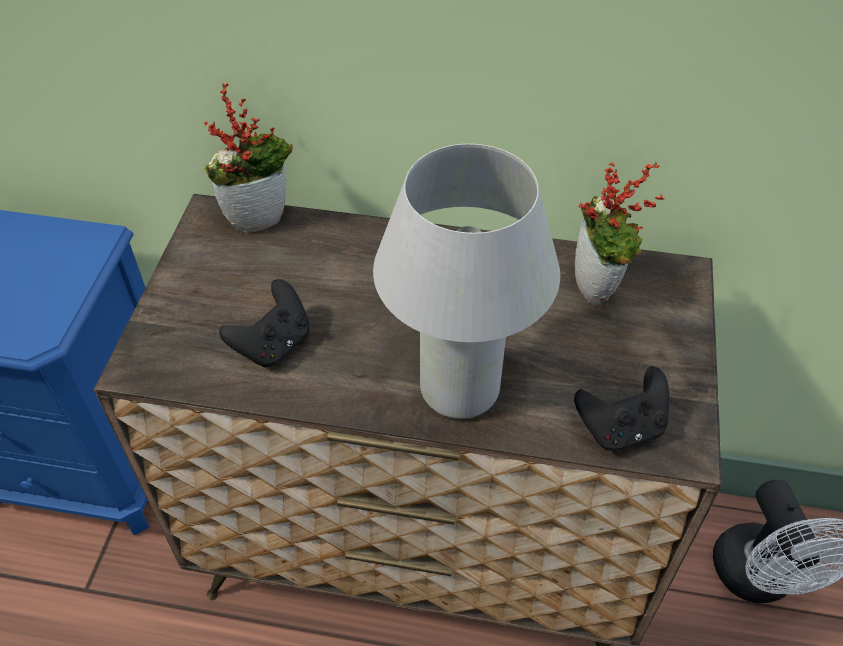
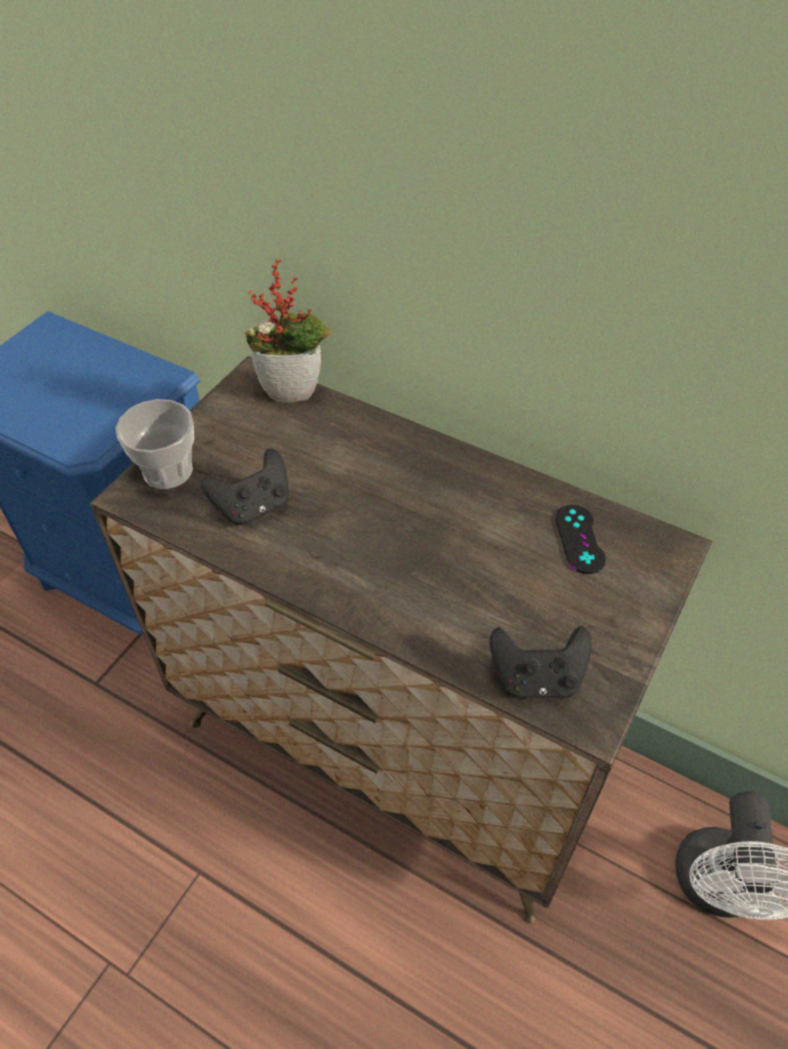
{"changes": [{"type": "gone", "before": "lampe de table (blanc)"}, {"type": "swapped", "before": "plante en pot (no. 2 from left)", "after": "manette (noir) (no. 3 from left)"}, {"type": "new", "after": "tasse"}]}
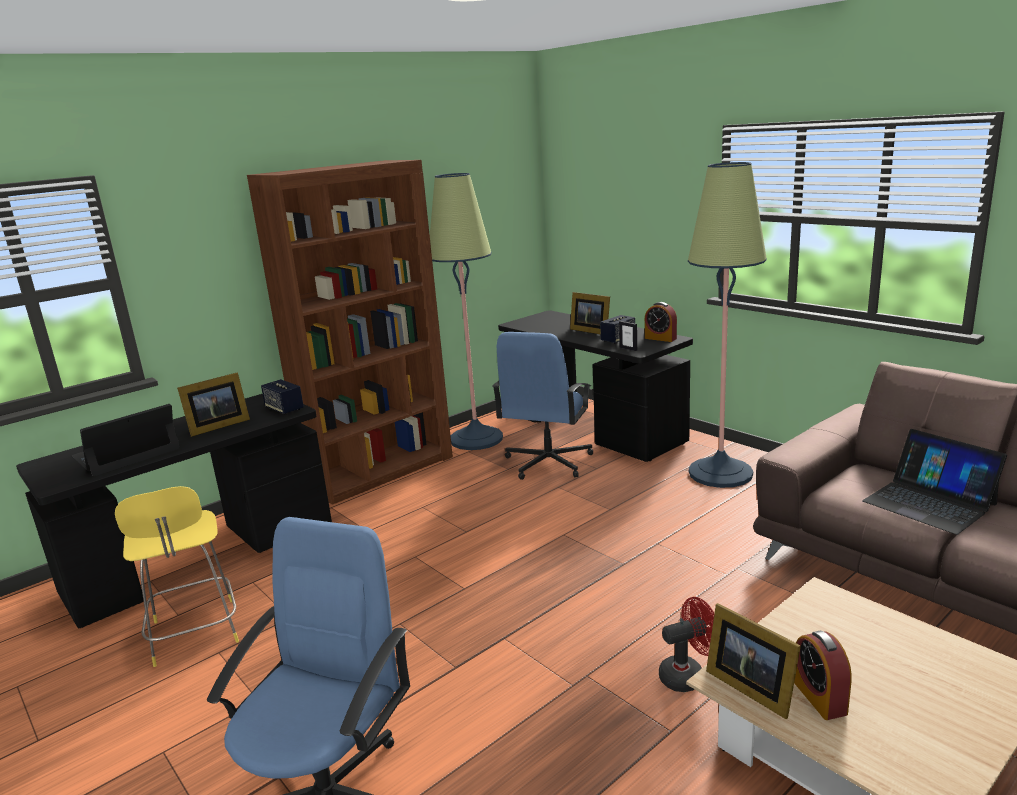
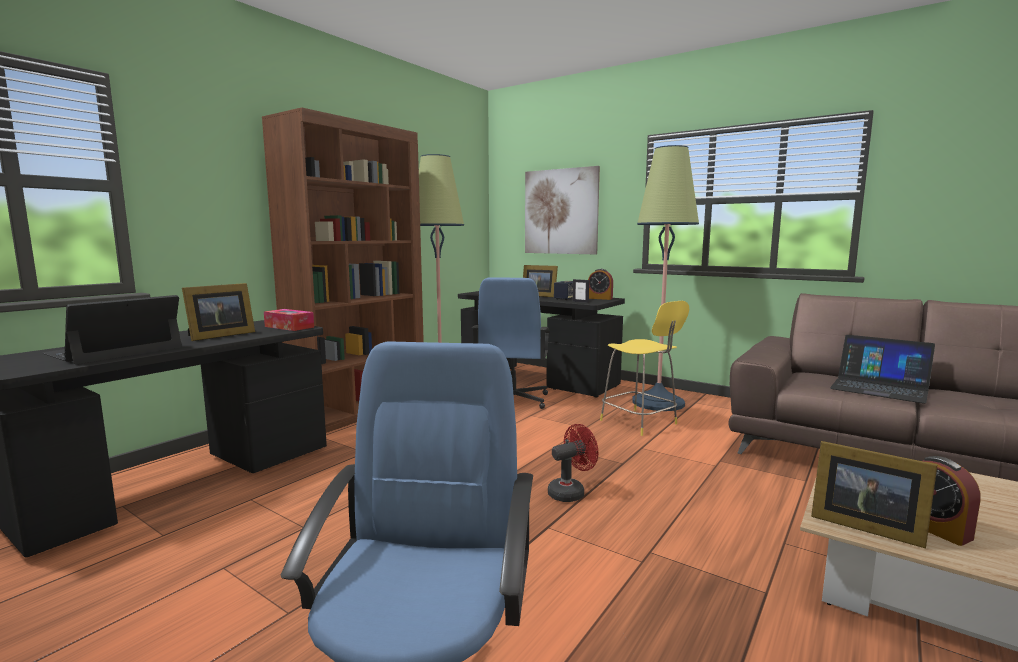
{"changes": [{"type": "swapped", "before": "enceinte (no. 1 from left)", "after": "boîte à mouchoirs"}, {"type": "shifted", "before": "tabouret (jaune)"}, {"type": "shifted", "before": "ventilateur (rouge)"}, {"type": "new", "after": "tableau"}]}
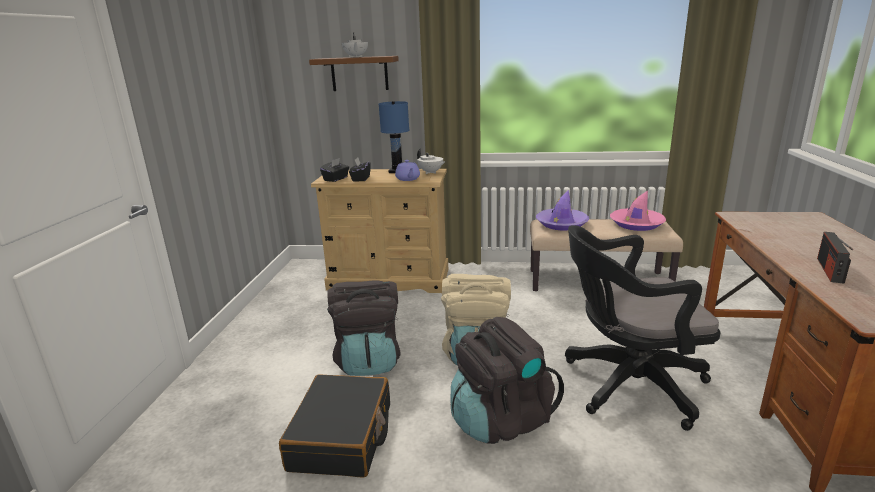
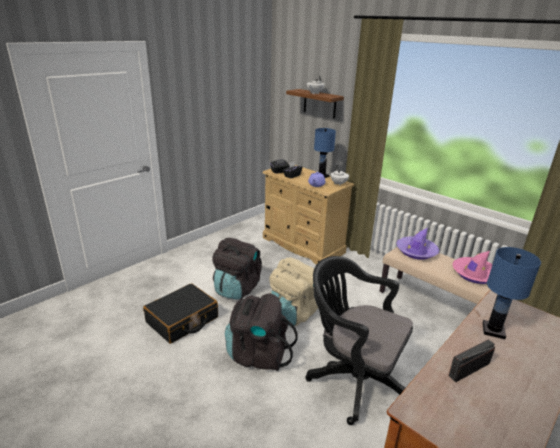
{"changes": [{"type": "new", "after": "lampe de table (bleu) (no. 2 from left)"}]}
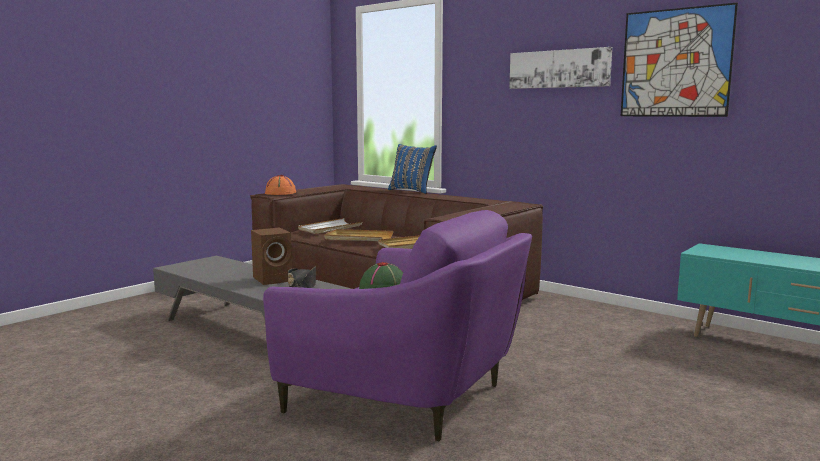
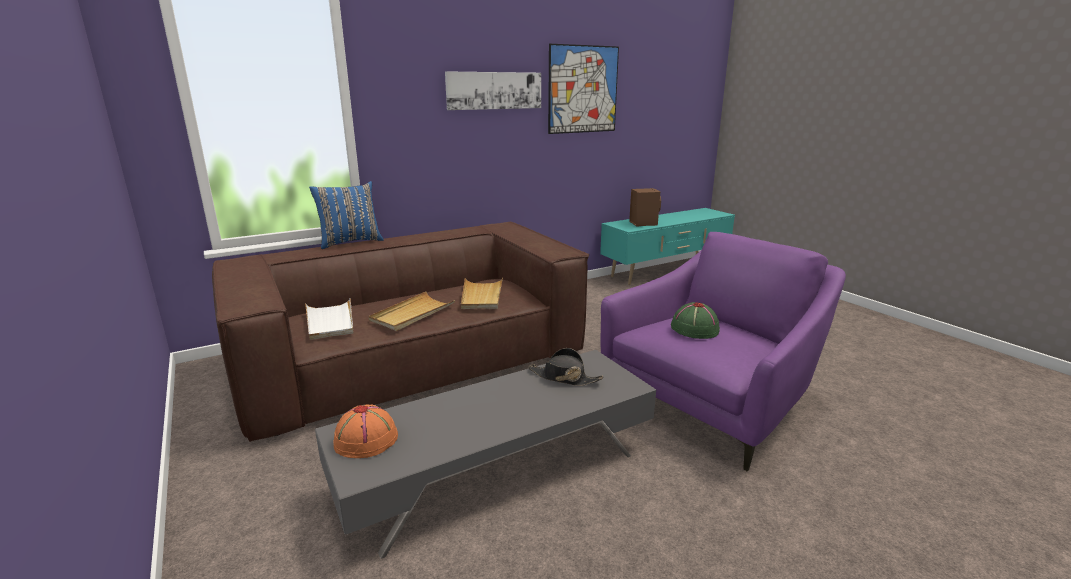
{"changes": [{"type": "shifted", "before": "chapeau (orange)"}, {"type": "shifted", "before": "enceinte (marron)"}]}
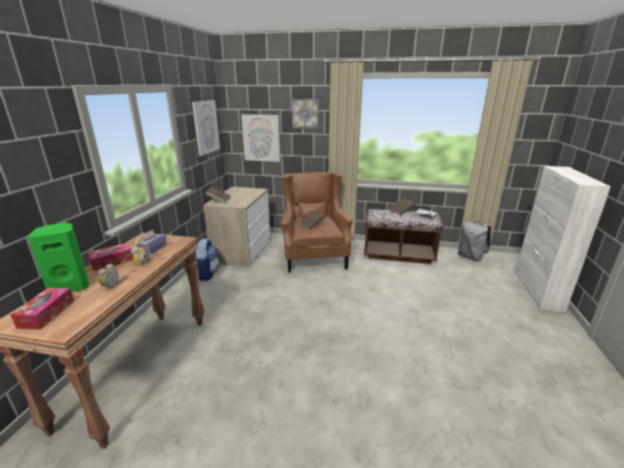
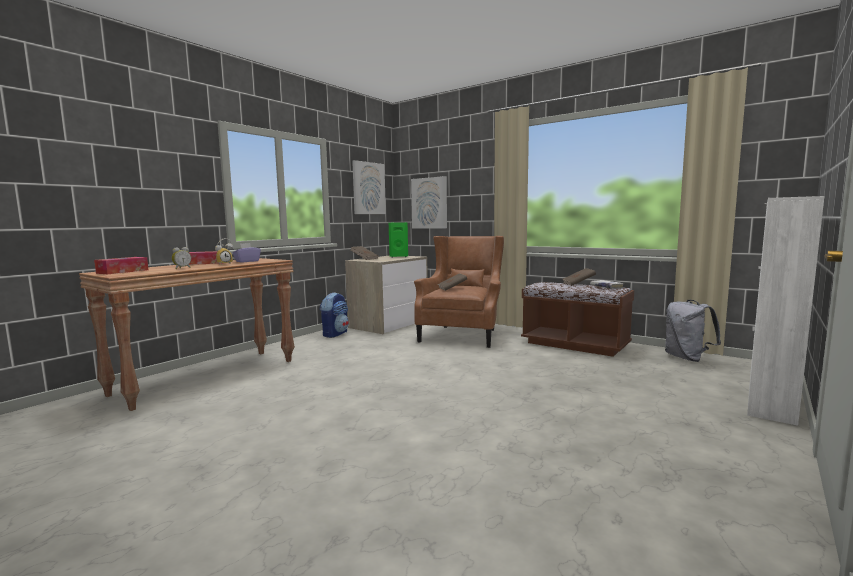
{"changes": [{"type": "gone", "before": "tableau (no. 3 from left)"}, {"type": "shifted", "before": "enceinte (vert)"}]}
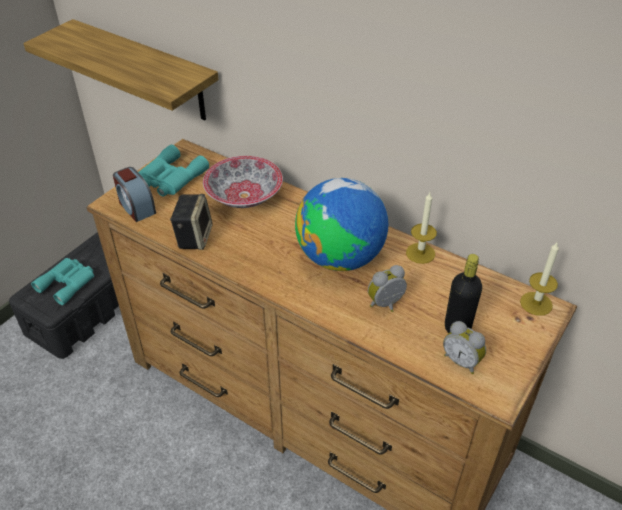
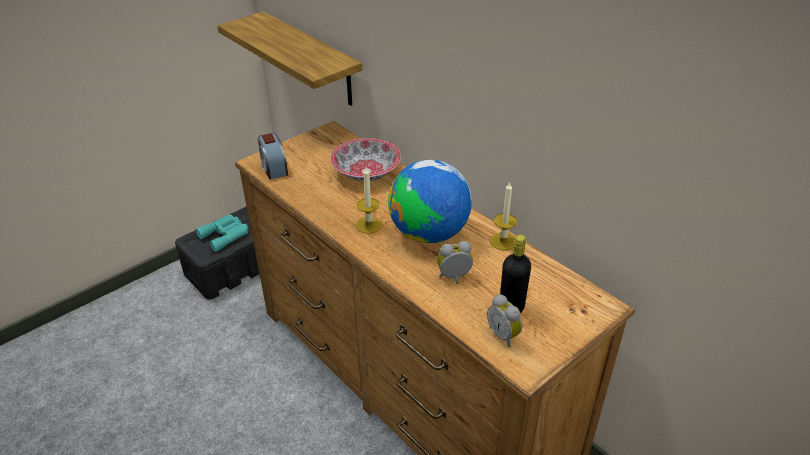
{"changes": [{"type": "gone", "before": "jumelles (turquoise) (no. 2 from left)"}, {"type": "gone", "before": "enceinte"}, {"type": "shifted", "before": "bougie (no. 2 from left in the first image)", "after": "bougie (no. 1 from left)"}]}
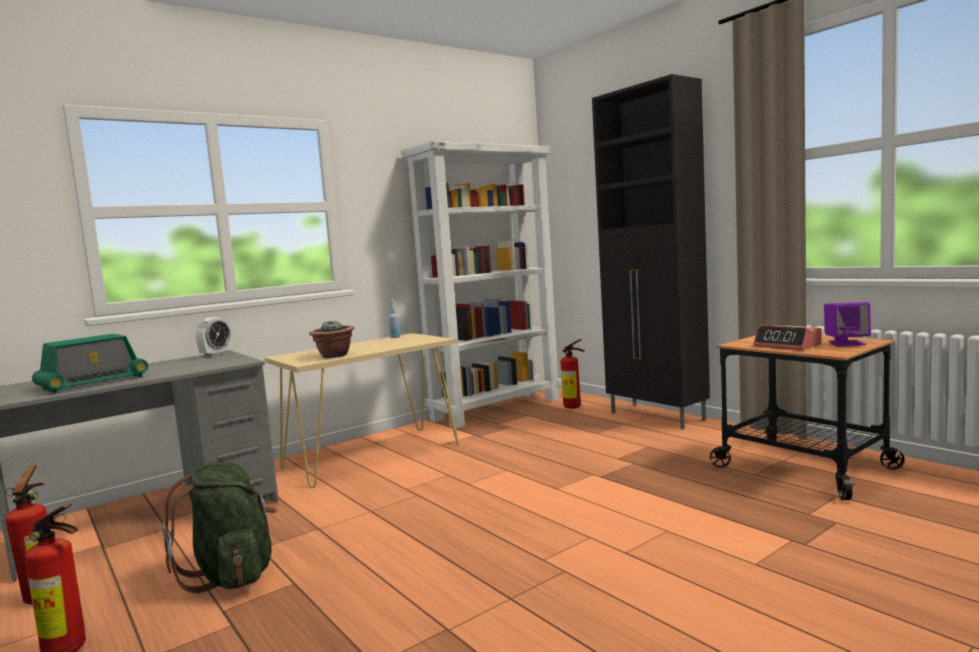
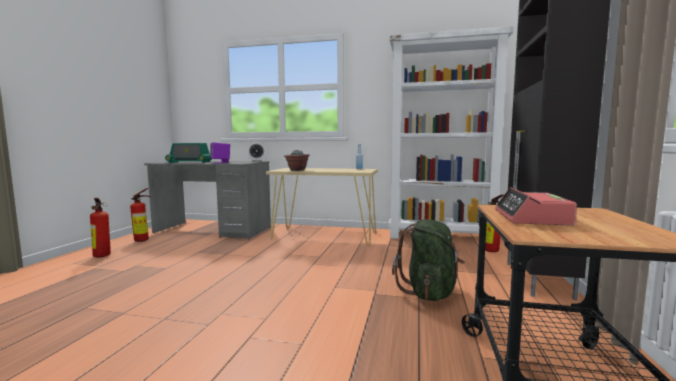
{"changes": [{"type": "shifted", "before": "enceinte (violet)"}, {"type": "shifted", "before": "sac à dos (vert)"}]}
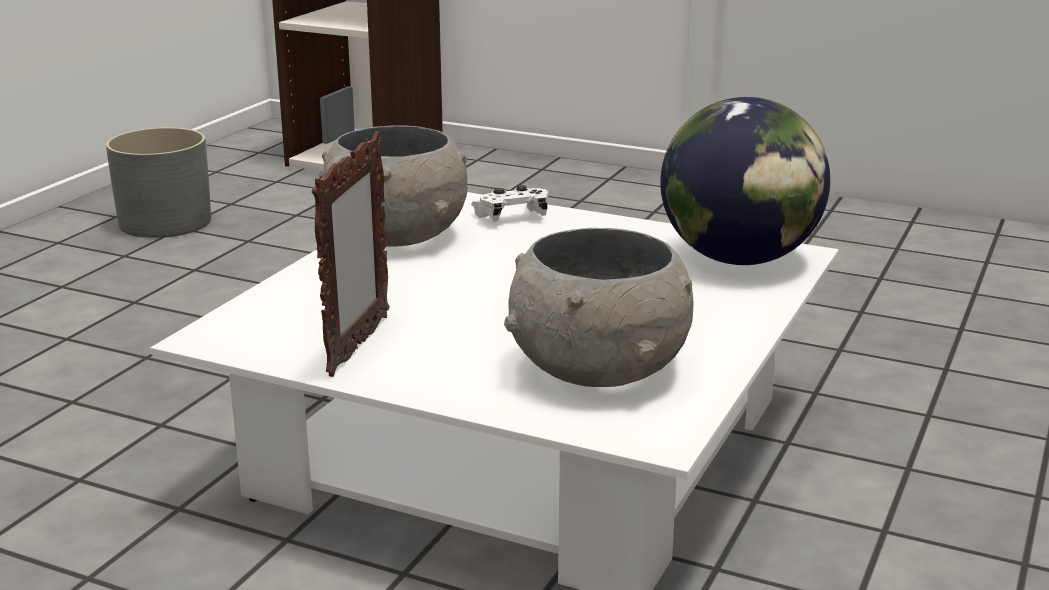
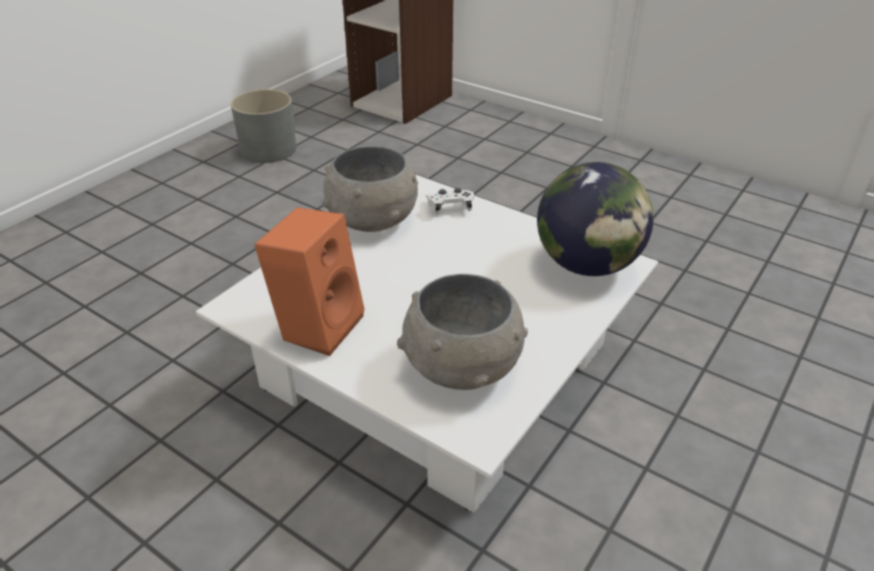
{"changes": [{"type": "swapped", "before": "cadre photo", "after": "enceinte (orange)"}]}
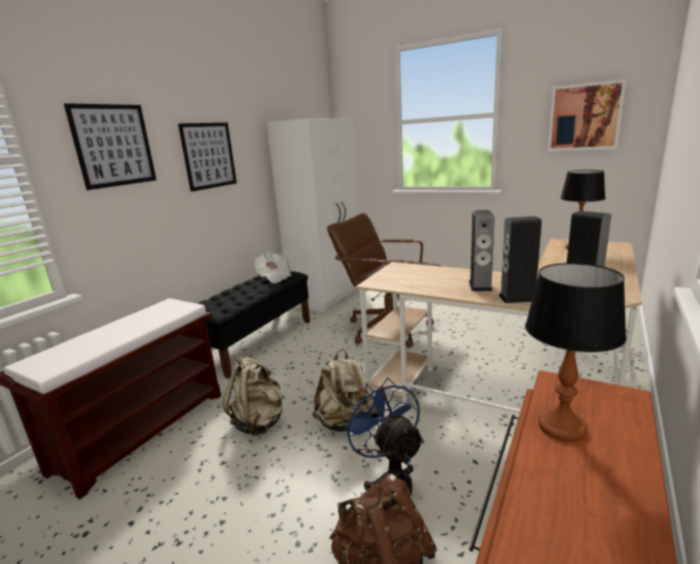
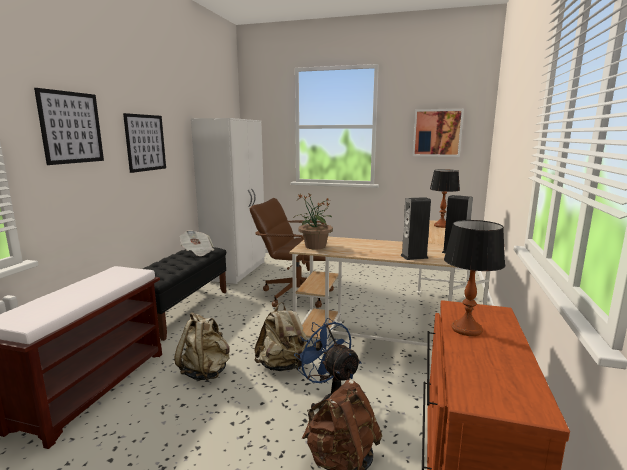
{"changes": [{"type": "gone", "before": "enceinte (no. 1 from left)"}, {"type": "new", "after": "plante en pot"}]}
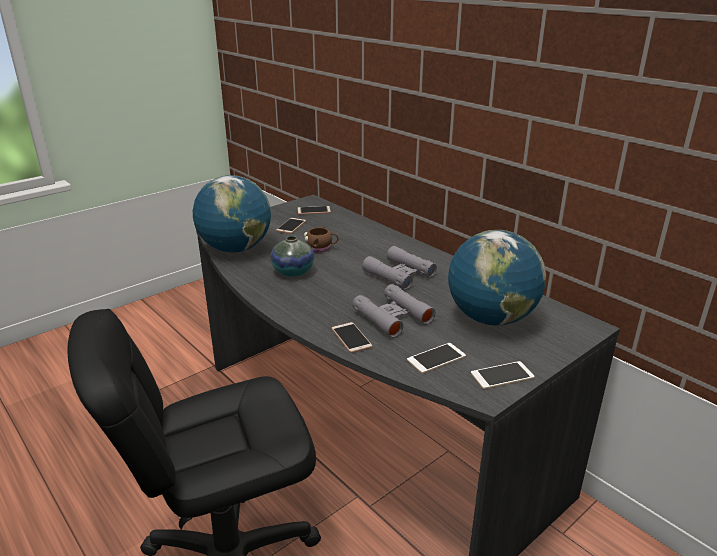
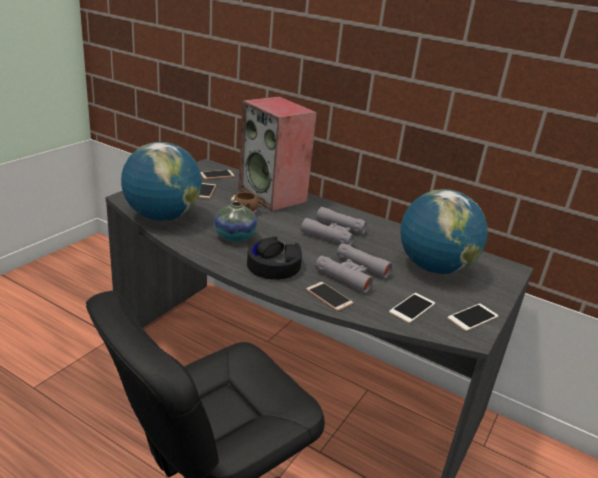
{"changes": [{"type": "new", "after": "enceinte"}, {"type": "new", "after": "casque audio (noir)"}]}
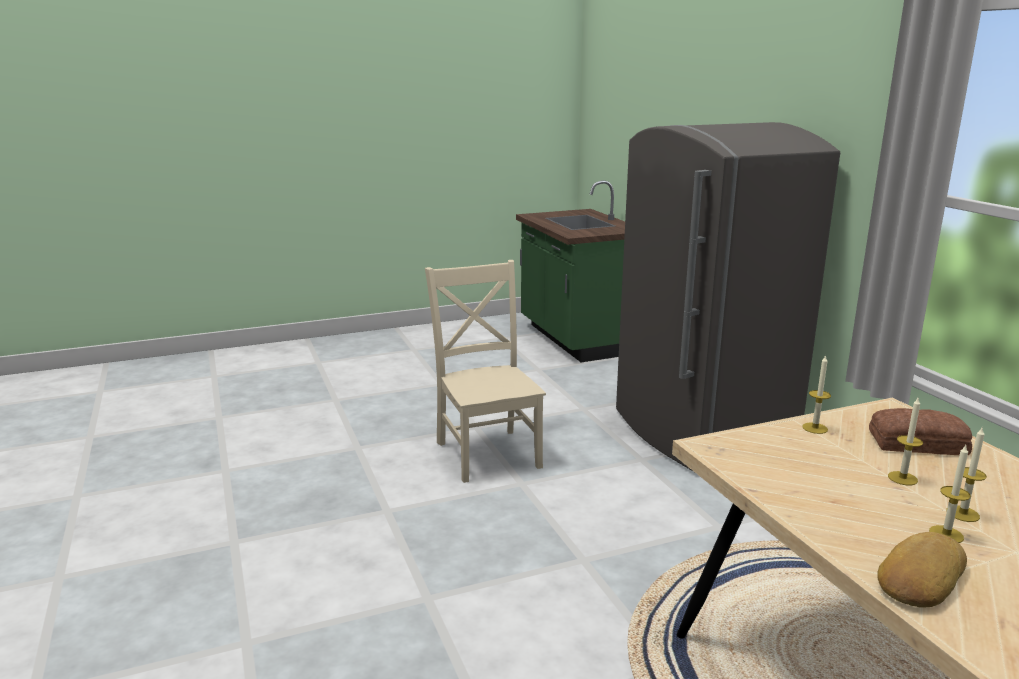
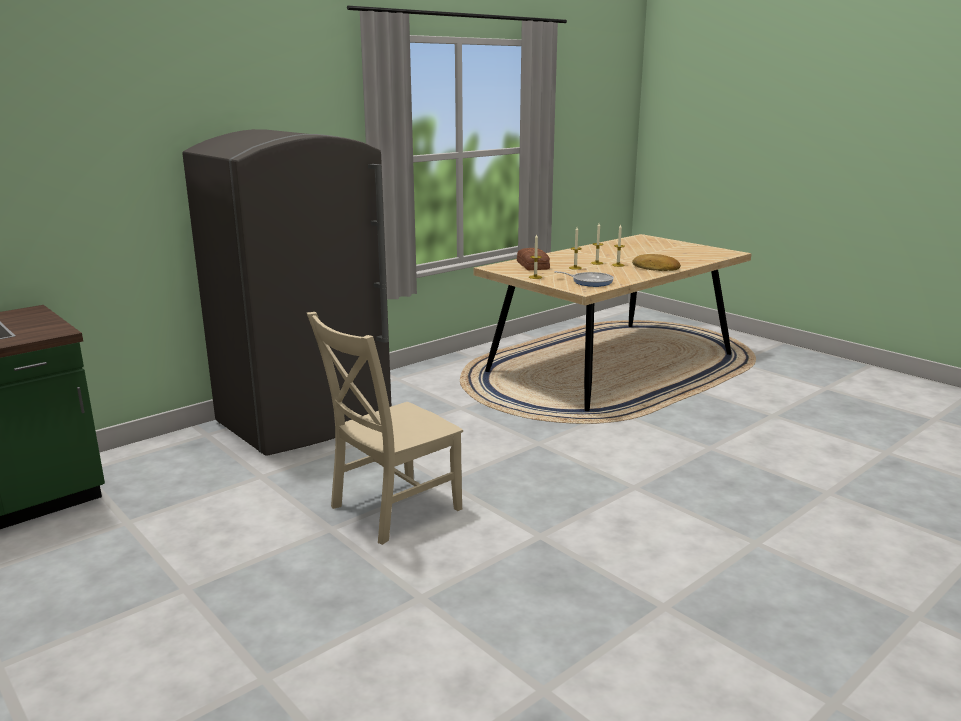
{"changes": [{"type": "new", "after": "poêle"}]}
